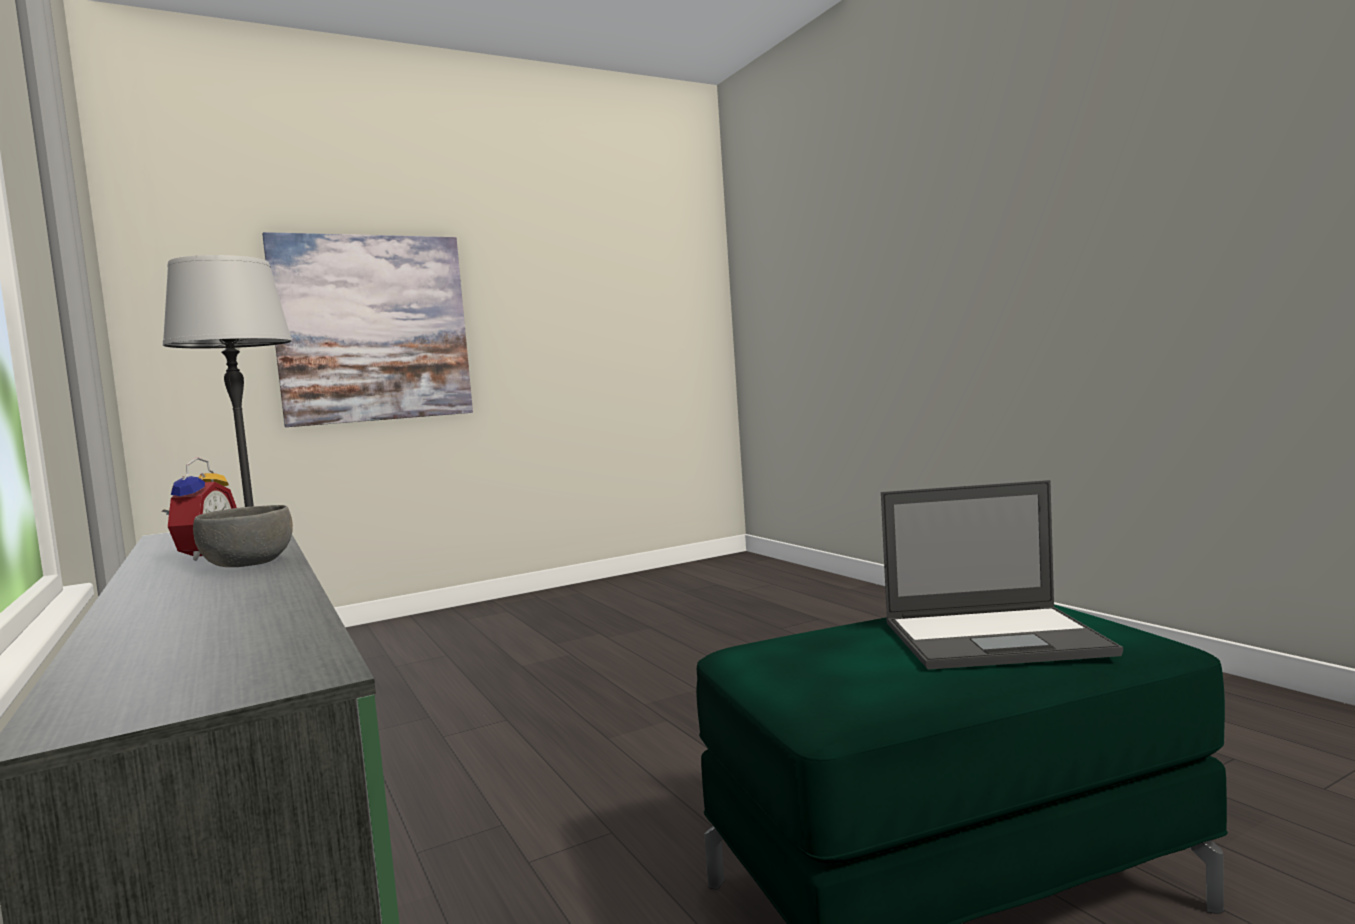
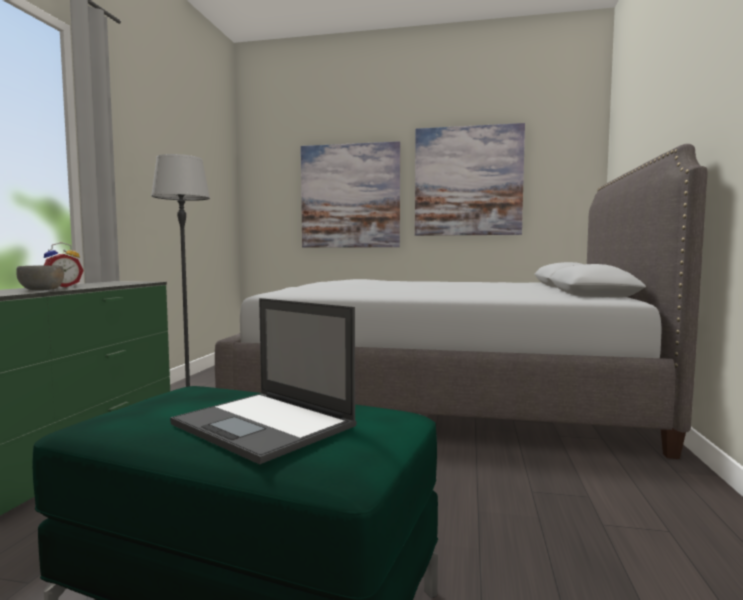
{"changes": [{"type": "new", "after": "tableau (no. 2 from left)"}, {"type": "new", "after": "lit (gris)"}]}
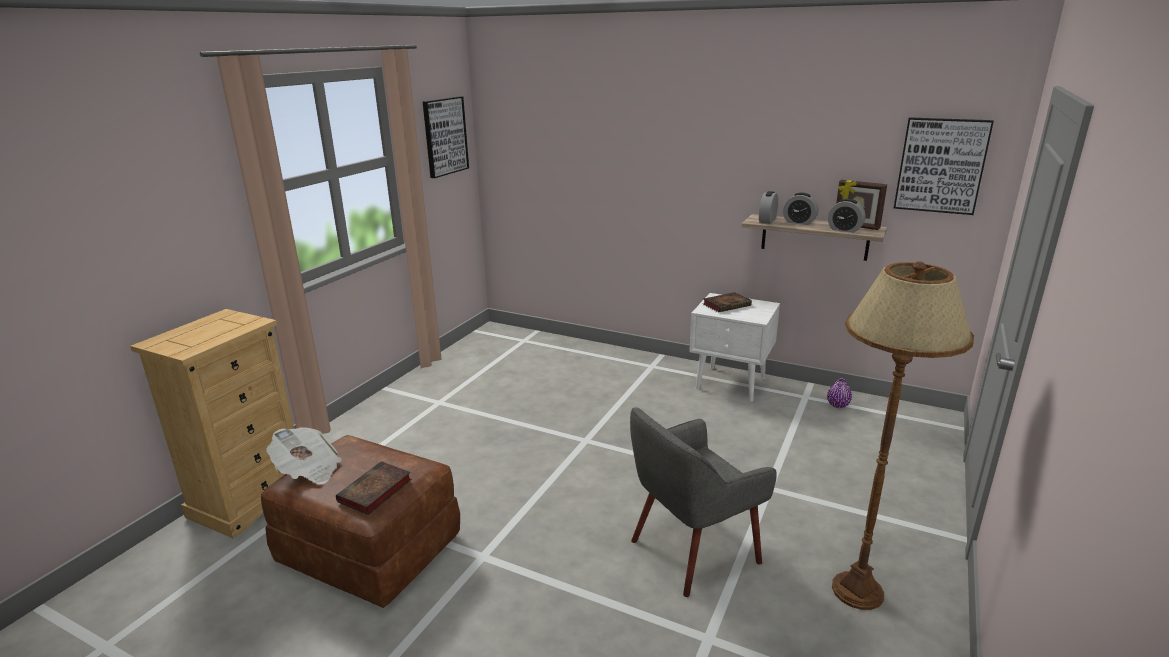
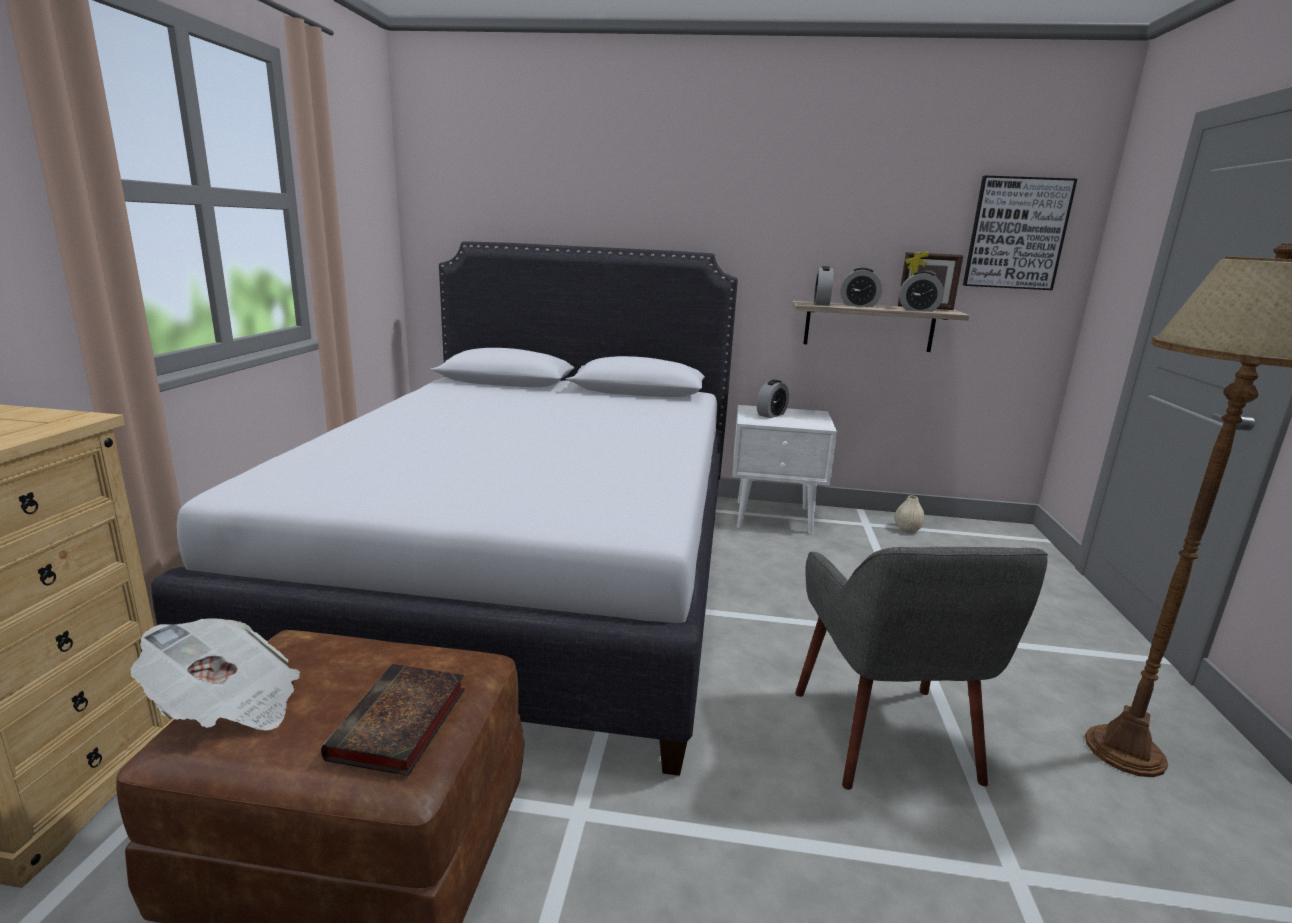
{"changes": [{"type": "gone", "before": "tableau (no. 1 from left)"}, {"type": "swapped", "before": "livre (no. 2 from left)", "after": "réveil (no. 1 from left)"}, {"type": "repainted", "before": "vase (violet)", "after": "vase (beige)"}, {"type": "rotated", "before": "fauteuil (gris)", "turn": -45}, {"type": "new", "after": "lit (blanc)"}]}
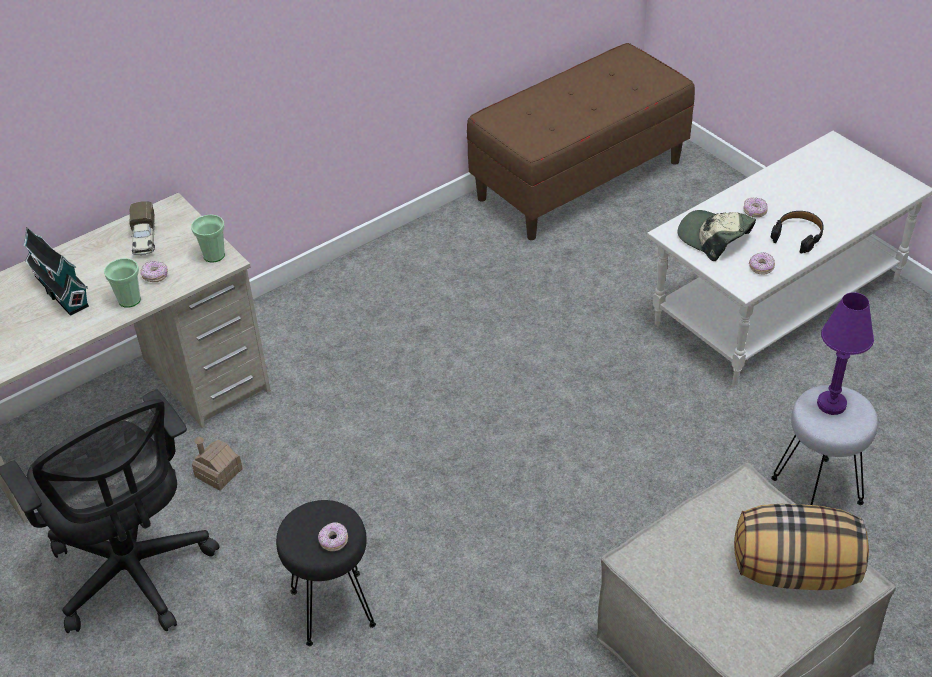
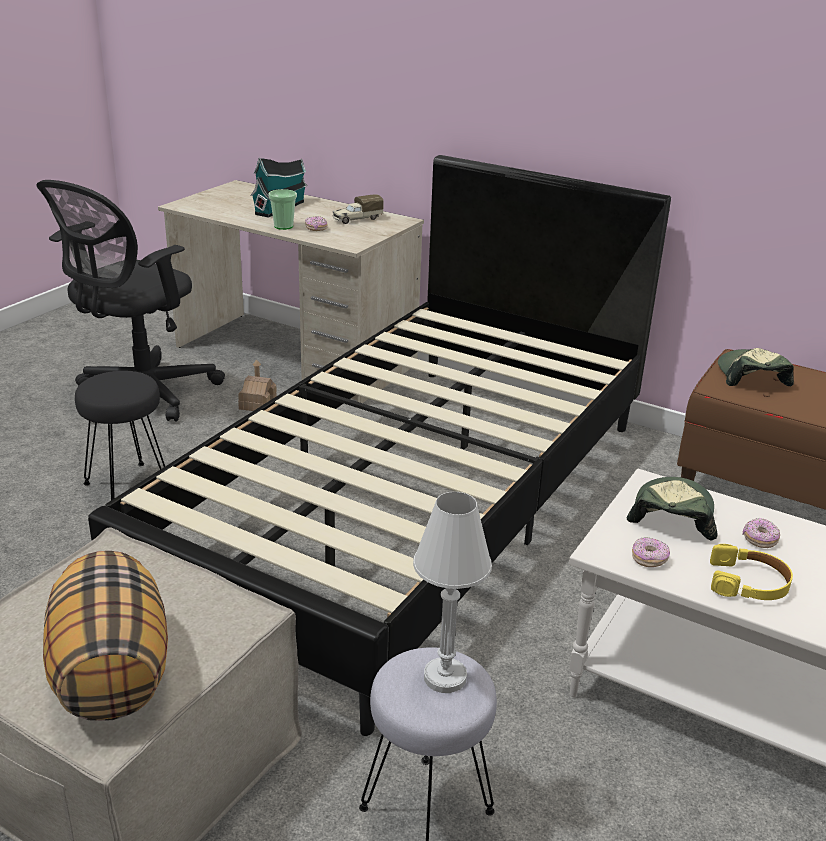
{"changes": [{"type": "repainted", "before": "casque audio (noir)", "after": "casque audio (jaune)"}, {"type": "gone", "before": "tasse (no. 2 from left)"}, {"type": "repainted", "before": "lampe de table (violet)", "after": "lampe de table (blanc)"}, {"type": "gone", "before": "beignet (no. 2 from left)"}, {"type": "new", "after": "lit (noir)"}, {"type": "new", "after": "casquette (no. 2 from left)"}]}
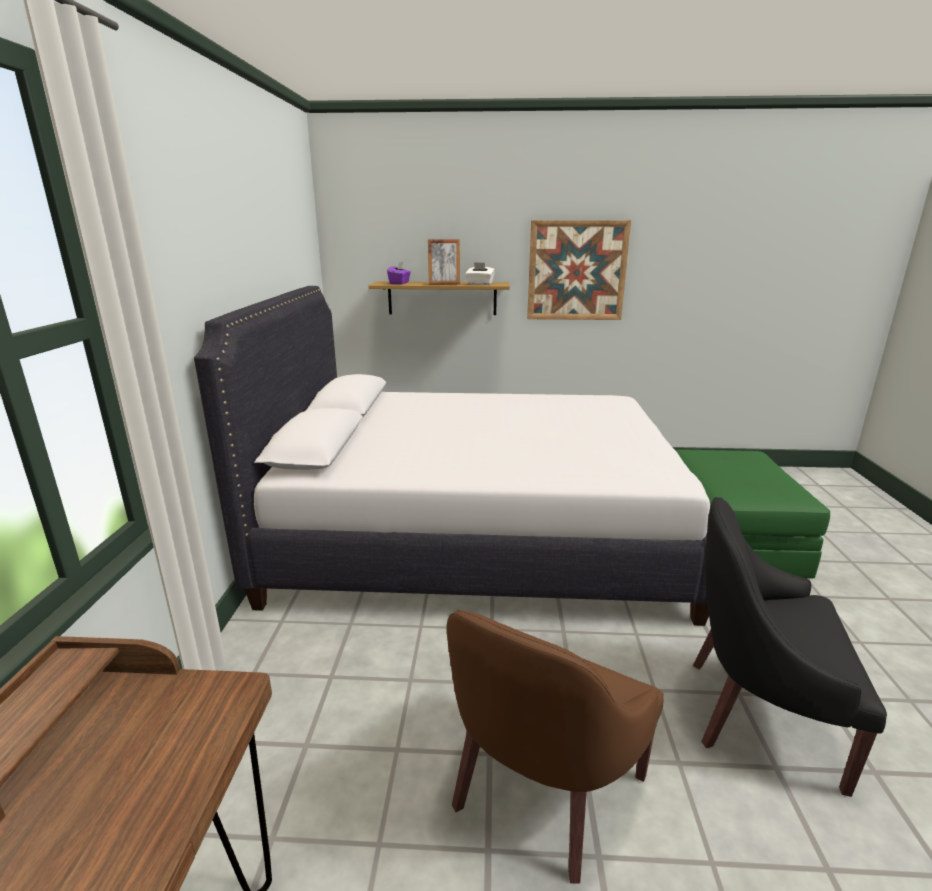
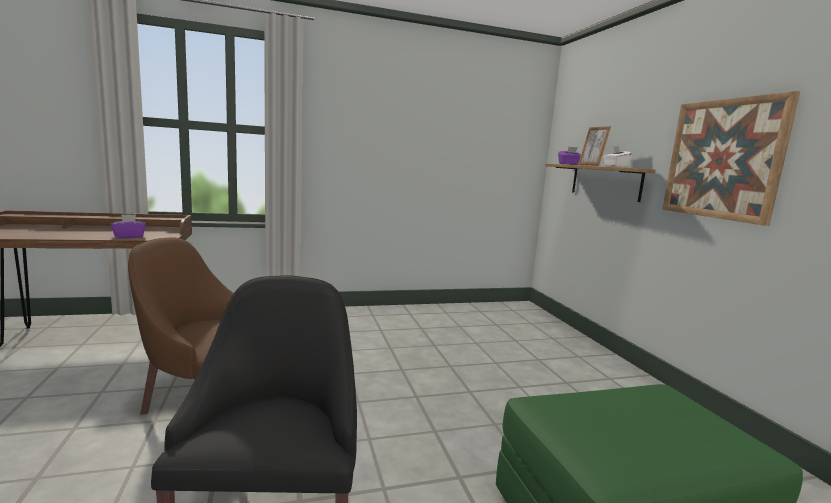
{"changes": [{"type": "gone", "before": "lit (blanc)"}, {"type": "new", "after": "boîte à mouchoirs (violet) (no. 1 from left)"}]}
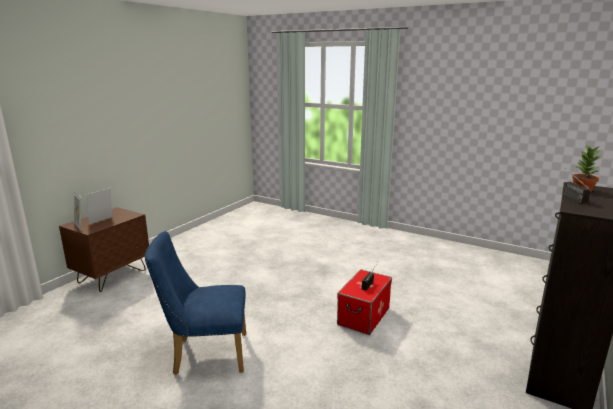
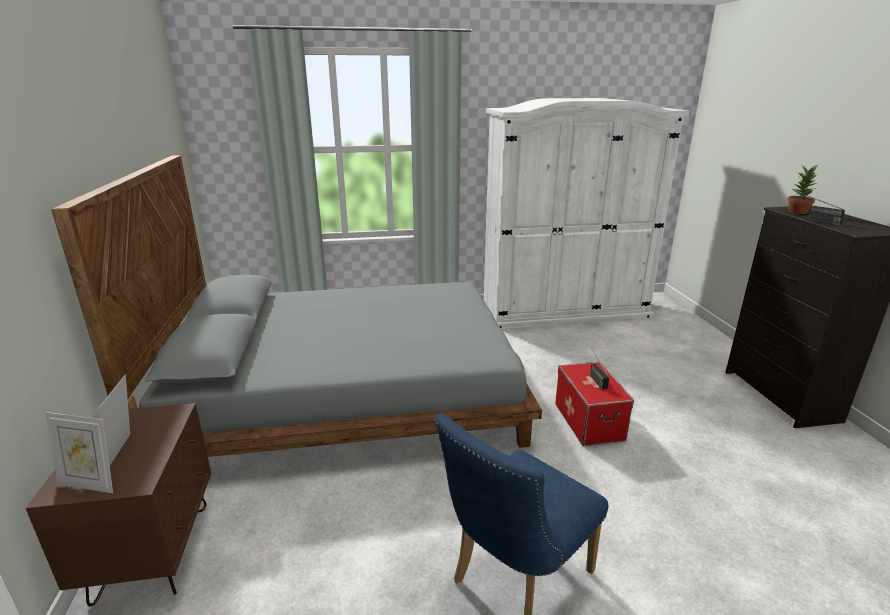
{"changes": [{"type": "new", "after": "armoire (blanc)"}, {"type": "new", "after": "lit (gris)"}]}
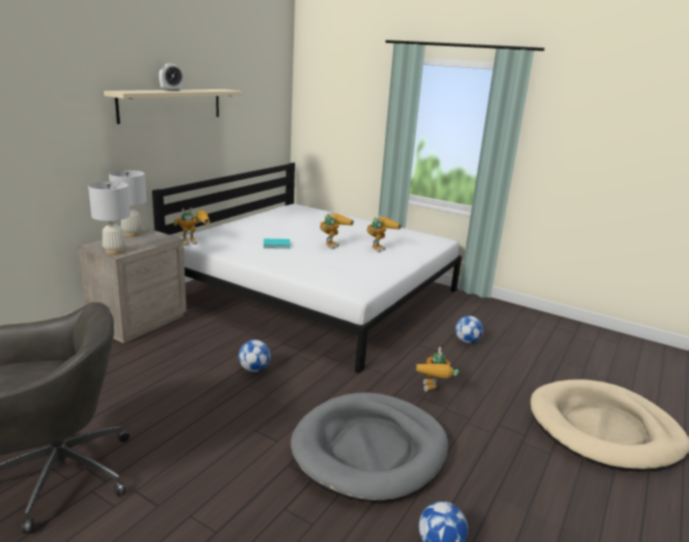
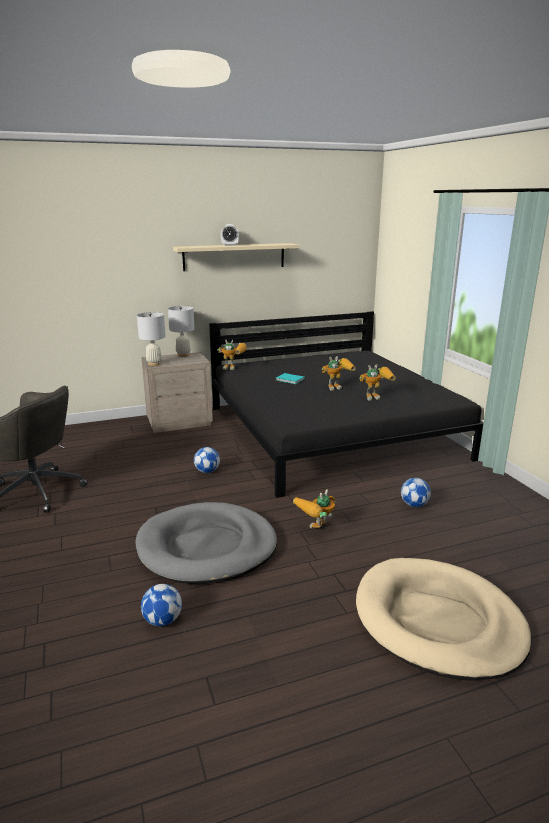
{"changes": [{"type": "repainted", "before": "lit (blanc)", "after": "lit (noir)"}]}
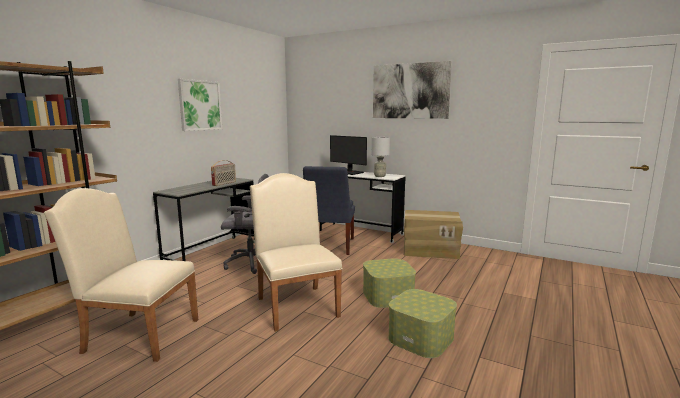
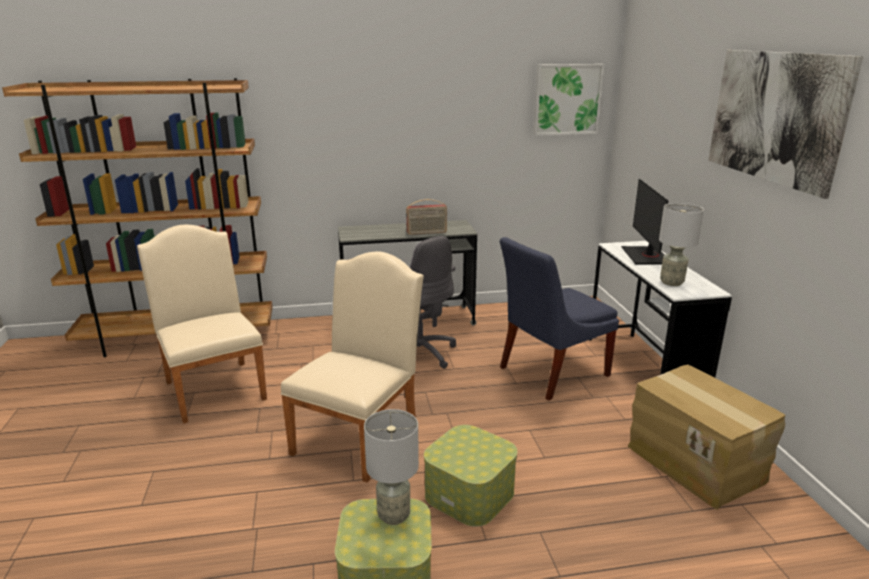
{"changes": [{"type": "shifted", "before": "tableau (no. 1 from left)"}, {"type": "new", "after": "lampe de table (gris) (no. 1 from left)"}]}
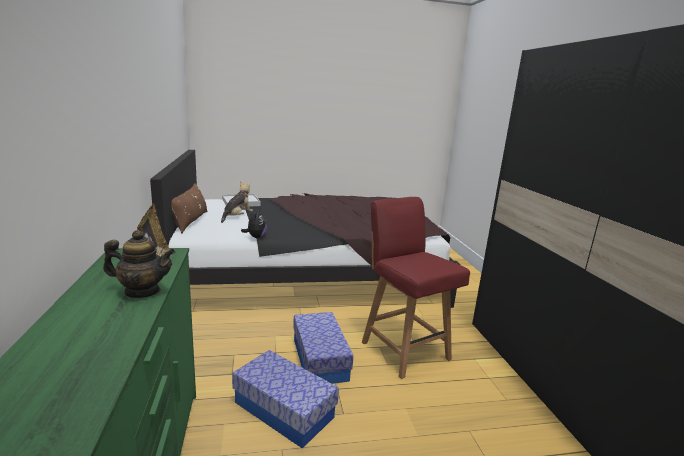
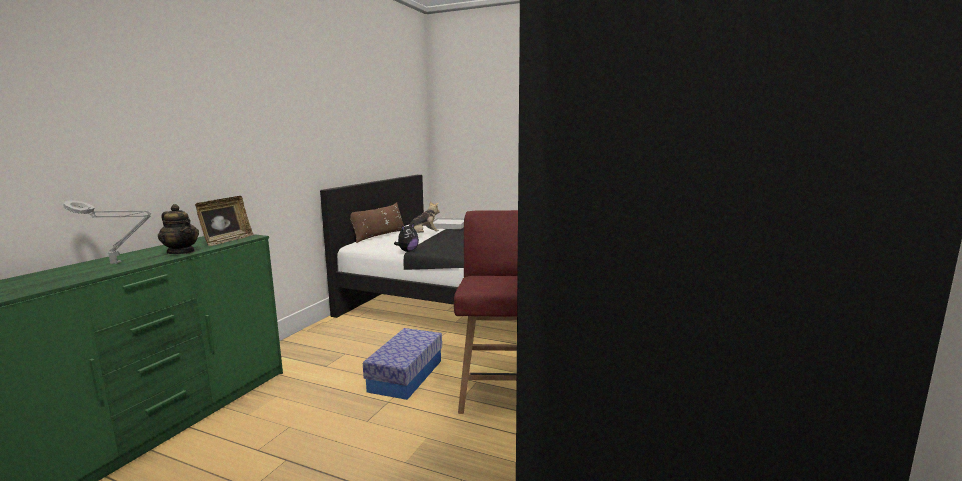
{"changes": [{"type": "gone", "before": "boîte de rangement (no. 1 from left)"}, {"type": "new", "after": "lampe de table (gris)"}]}
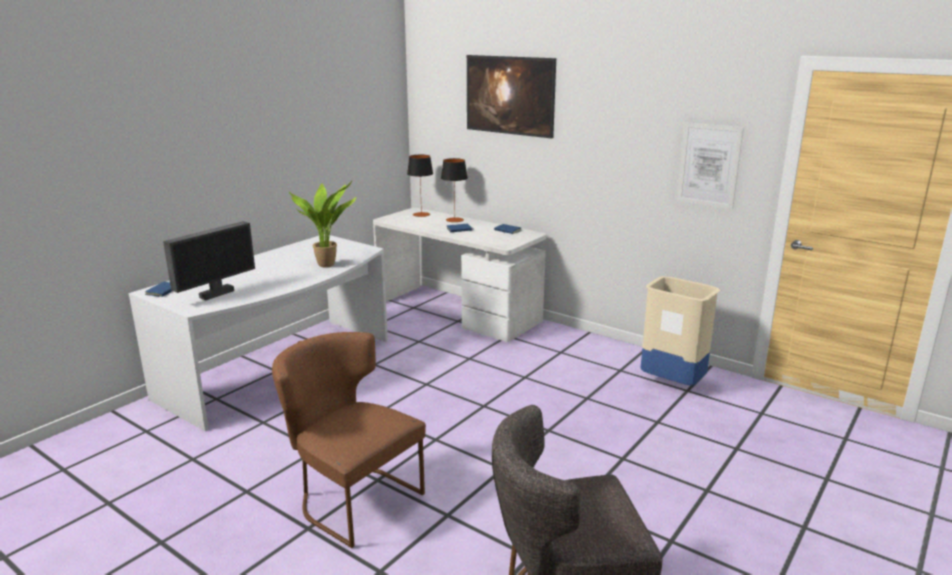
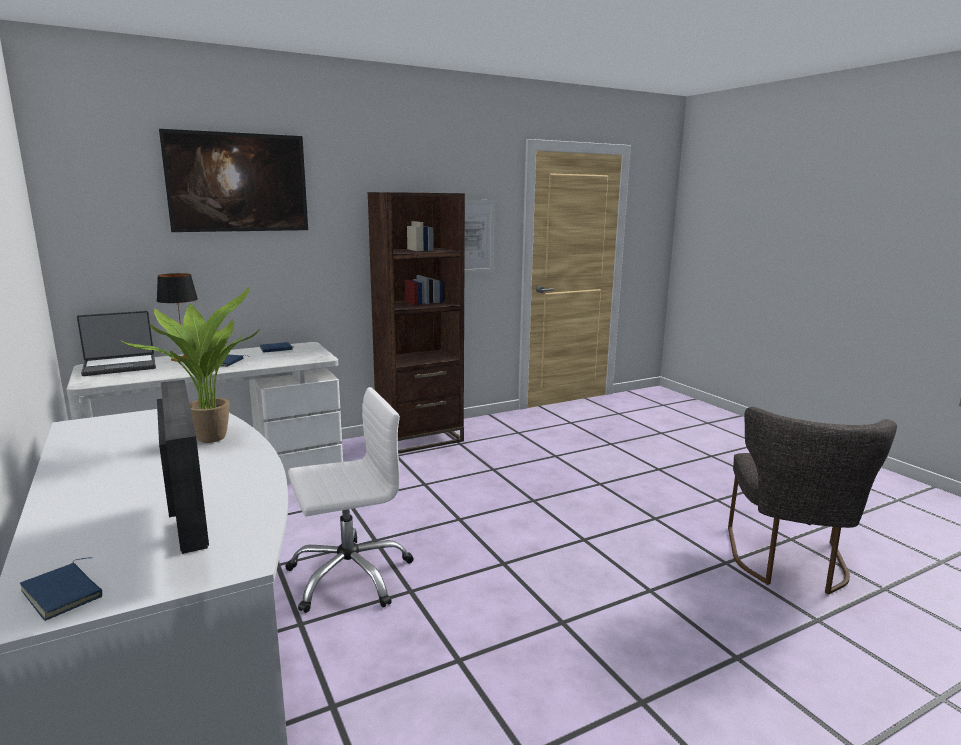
{"changes": [{"type": "swapped", "before": "lampe de table (no. 1 from left)", "after": "ordinateur portable"}, {"type": "gone", "before": "poubelle (beige)"}, {"type": "gone", "before": "chaise (marron)"}, {"type": "new", "after": "bibliothèque (marron)"}, {"type": "new", "after": "chaise de bureau (blanc)"}]}
